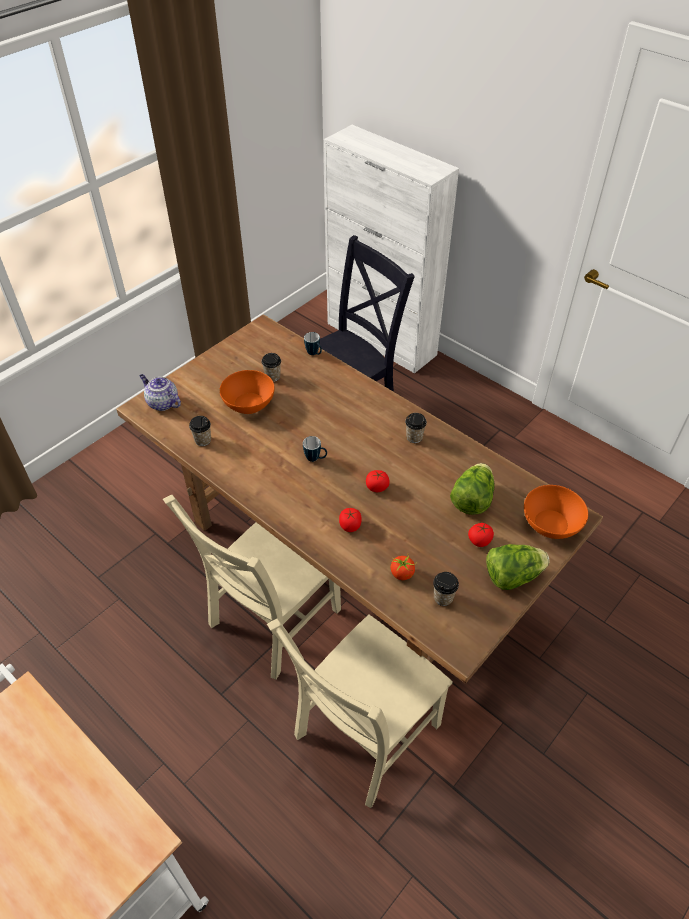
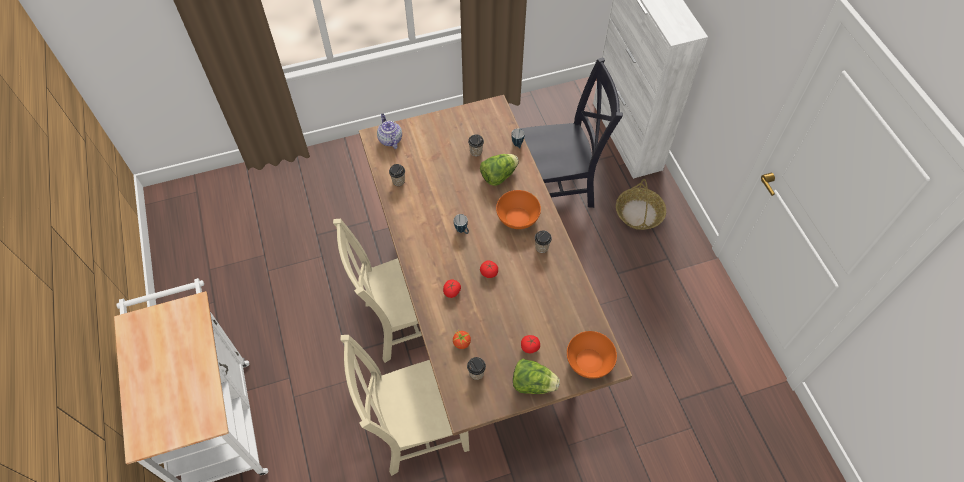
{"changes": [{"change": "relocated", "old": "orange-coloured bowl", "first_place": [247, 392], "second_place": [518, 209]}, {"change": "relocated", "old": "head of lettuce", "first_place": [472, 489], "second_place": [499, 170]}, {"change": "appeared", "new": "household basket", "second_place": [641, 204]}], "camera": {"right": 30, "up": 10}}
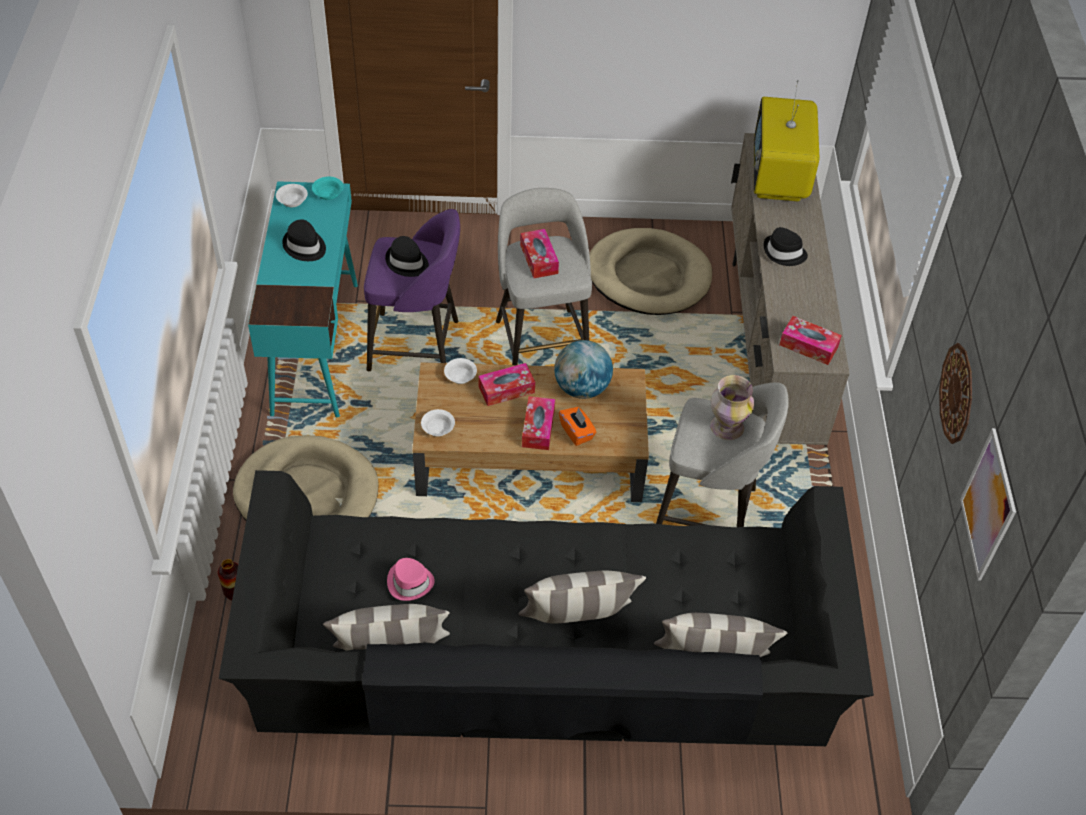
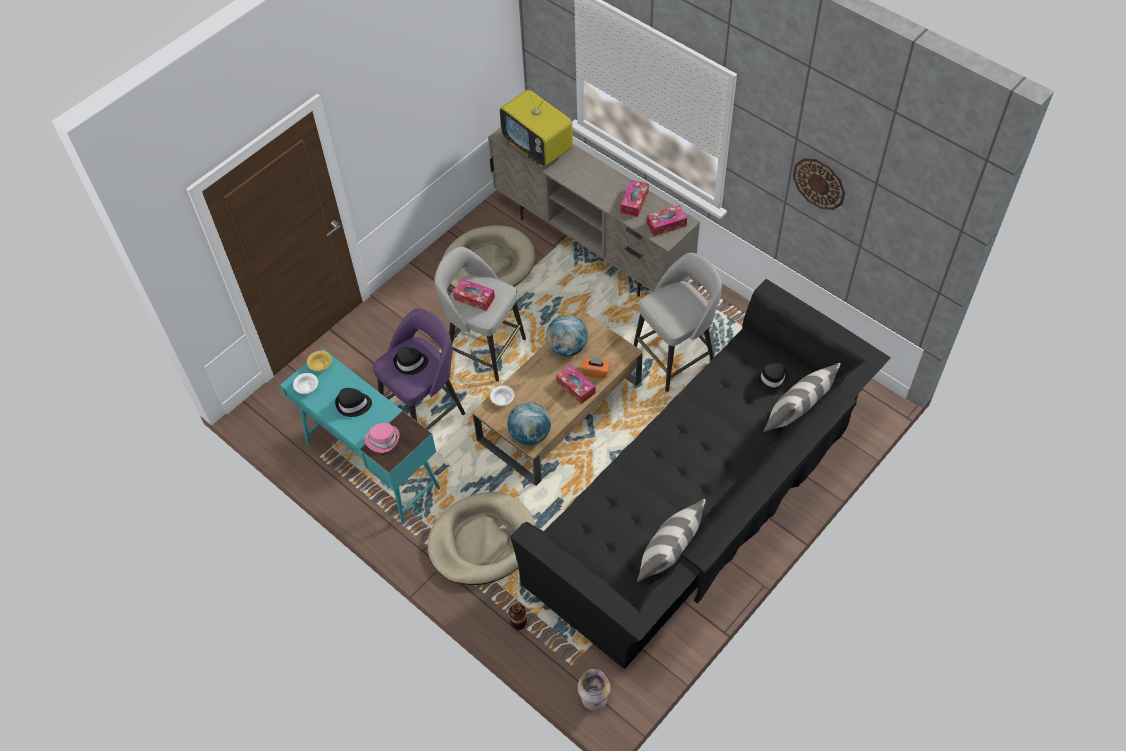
{"changes": [{"change": "colour", "old": "turquoise-coloured bowl", "new": "yellow-coloured bowl", "first_place": [328, 188], "second_place": [319, 361]}, {"change": "relocated", "old": "pink-coloured clothing hat", "first_place": [411, 579], "second_place": [382, 438]}, {"change": "exchanged", "old": "white bowl", "new": "world globe", "first_place": [438, 423], "second_place": [529, 423]}, {"change": "relocated", "old": "tissue holder", "first_place": [507, 384], "second_place": [635, 198]}, {"change": "missing", "old": "pillow", "first_place": [582, 597]}, {"change": "relocated", "old": "flower vase", "first_place": [732, 407], "second_place": [594, 689]}, {"change": "relocated", "old": "black-coloured clothing hat", "first_place": [786, 246], "second_place": [773, 376]}, {"change": "missing", "old": "picture", "first_place": [988, 504]}], "camera": {"right": -45, "up": 5}}
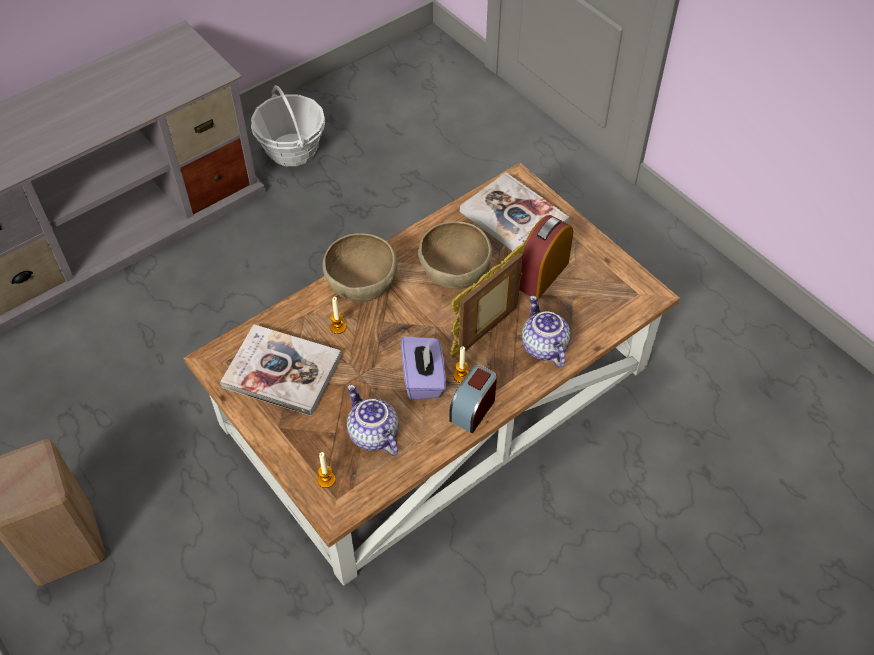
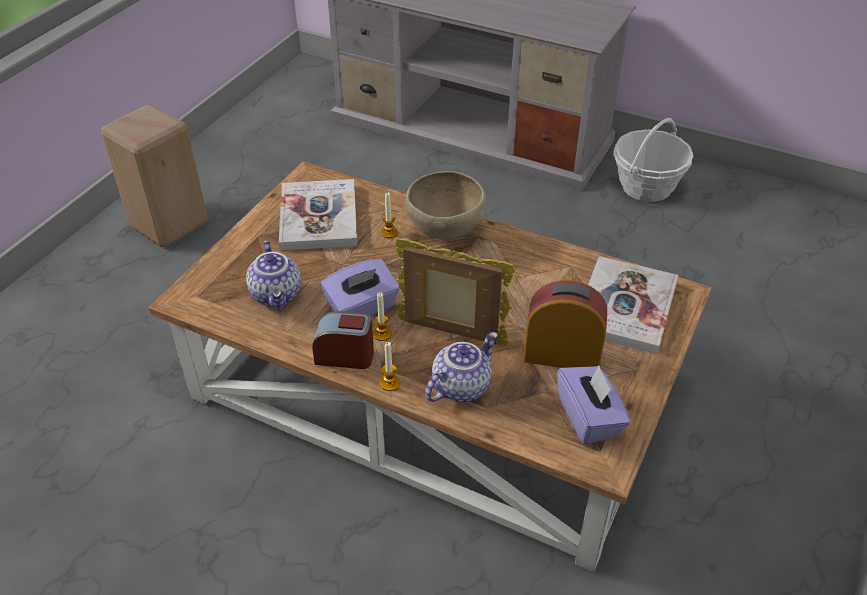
{"changes": [{"change": "relocated", "old": "wax light", "first_place": [326, 470], "second_place": [390, 366]}, {"change": "spun", "old": "tea pot", "first_place": [373, 420], "second_place": [273, 275], "degrees": 135}, {"change": "missing", "old": "brownish bowl", "first_place": [456, 255]}, {"change": "appeared", "new": "purple tissue holder", "second_place": [594, 405]}], "camera": {"right": 65, "up": -10}}
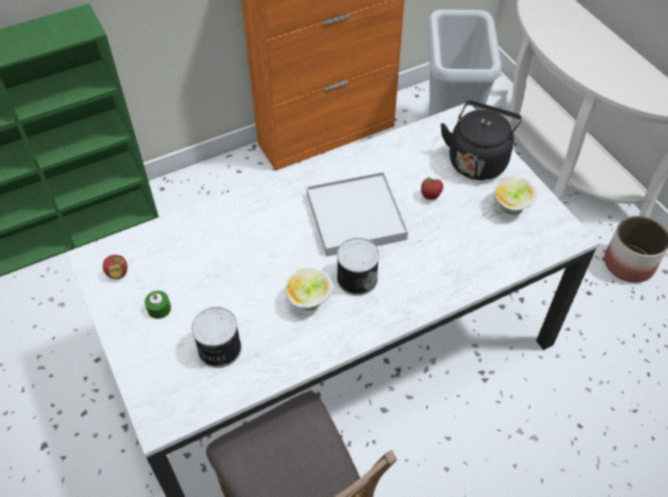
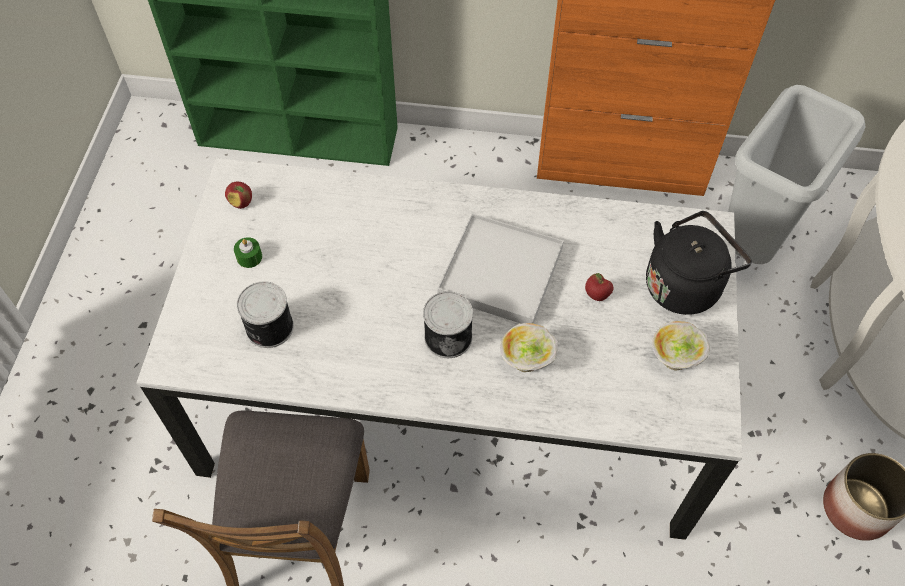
{"changes": [{"change": "relocated", "old": "bowl", "first_place": [309, 289], "second_place": [529, 347]}], "camera": {"right": 35, "up": 5}}
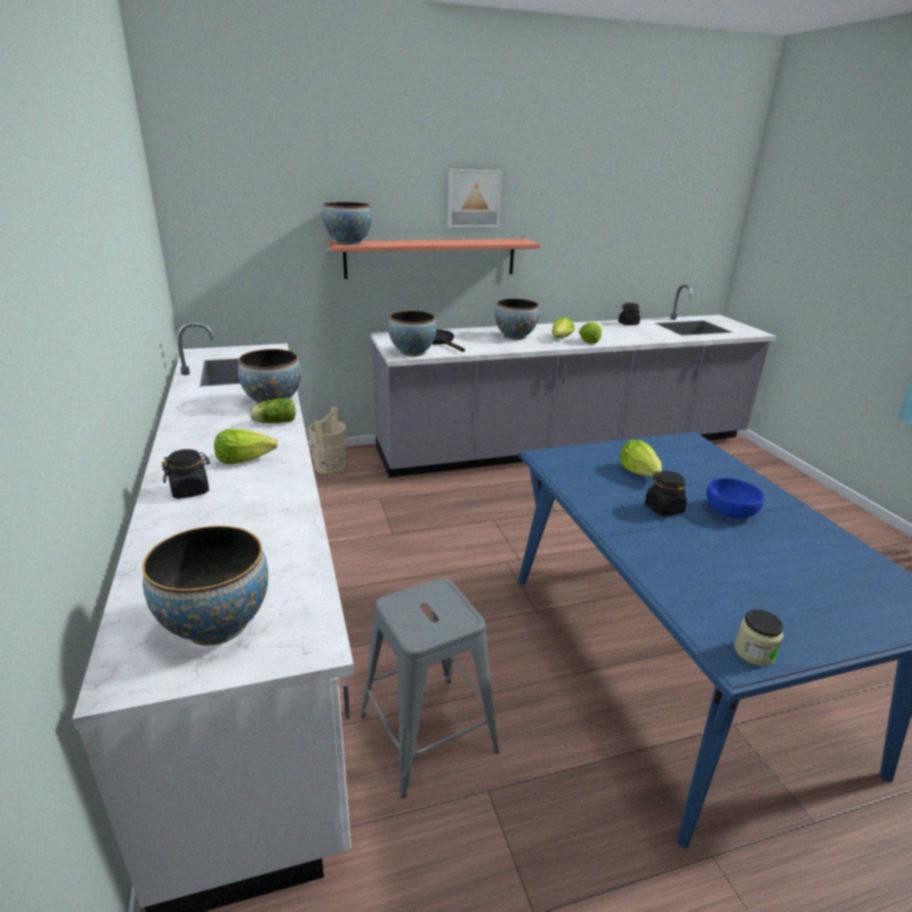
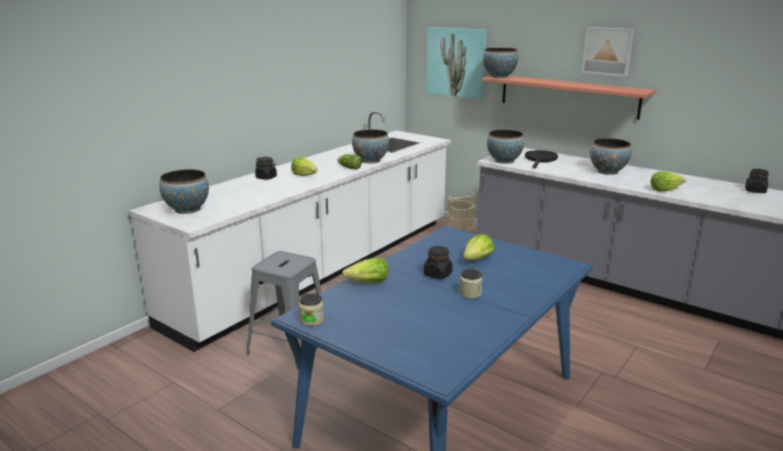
{"changes": [{"change": "relocated", "old": "head of lettuce", "first_place": [563, 327], "second_place": [365, 270]}, {"change": "exchanged", "old": "bluish bowl", "new": "storage jar", "first_place": [735, 498], "second_place": [471, 284]}, {"change": "appeared", "new": "picture", "second_place": [456, 63]}], "camera": {"right": 55, "up": -5}}
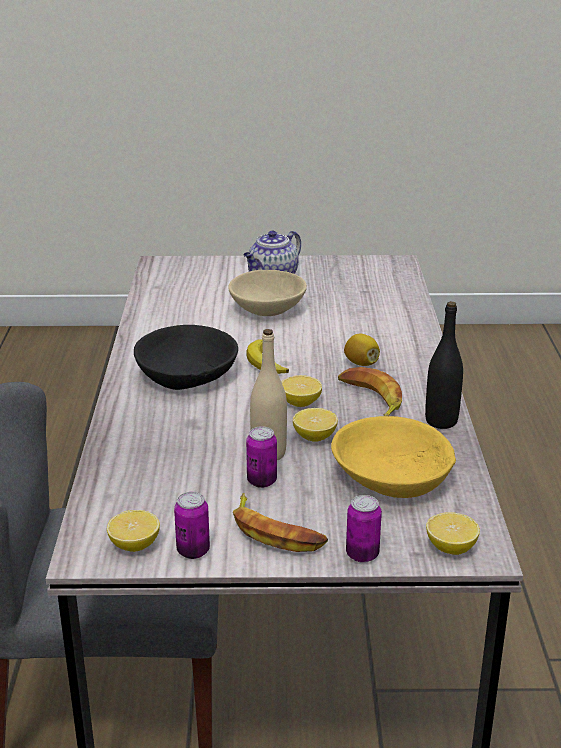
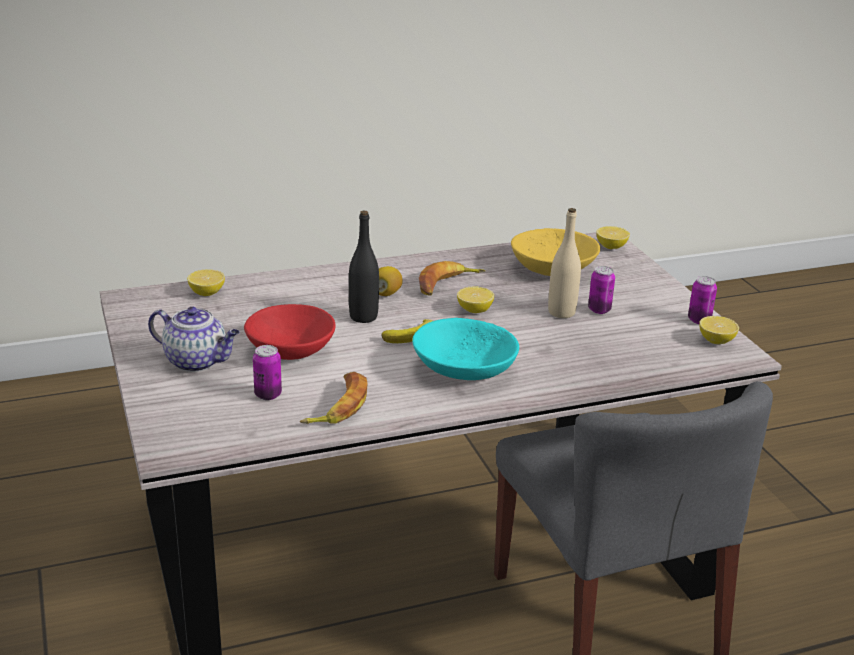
{"changes": [{"change": "colour", "old": "black-coloured bowl", "new": "turquoise-coloured bowl", "first_place": [186, 357], "second_place": [465, 349]}, {"change": "colour", "old": "sand-coloured bowl", "new": "reddish bowl", "first_place": [267, 293], "second_place": [289, 332]}, {"change": "relocated", "old": "banana", "first_place": [280, 522], "second_place": [333, 398]}, {"change": "relocated", "old": "whole lemon", "first_place": [315, 425], "second_place": [206, 283]}, {"change": "relocated", "old": "metal can", "first_place": [364, 529], "second_place": [267, 372]}, {"change": "relocated", "old": "black-coloured beverage bottle", "first_place": [444, 365], "second_place": [364, 267]}], "camera": {"right": -110, "up": 0}}
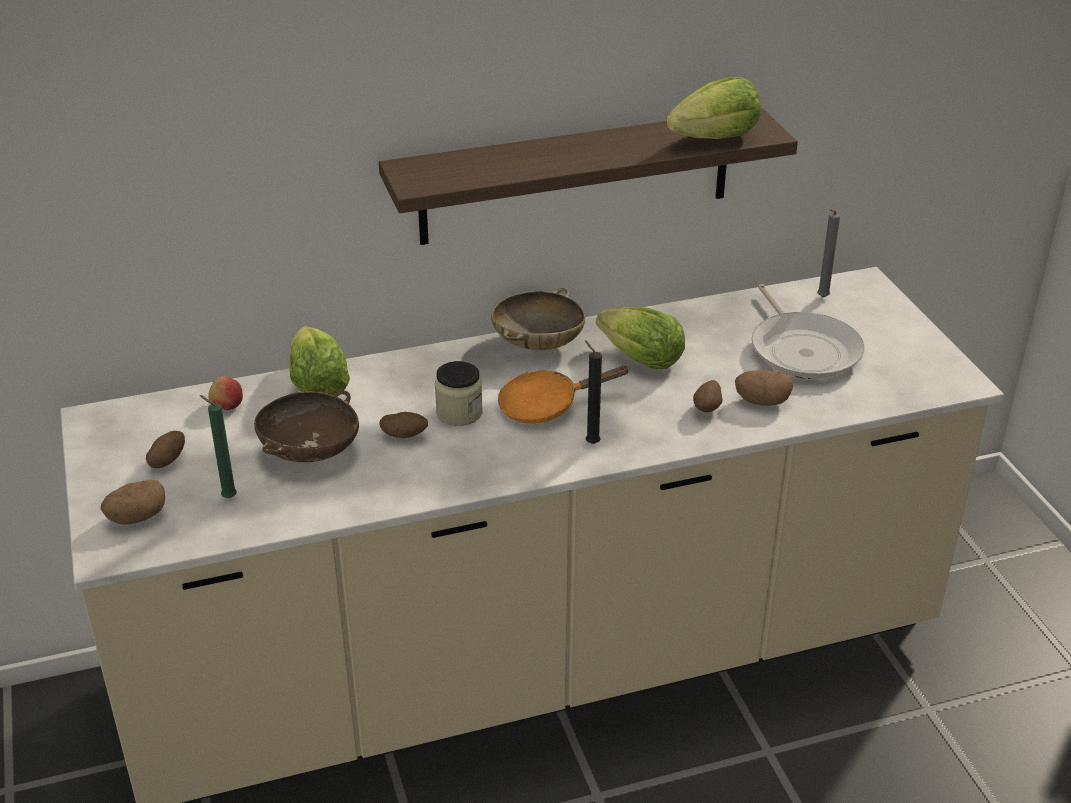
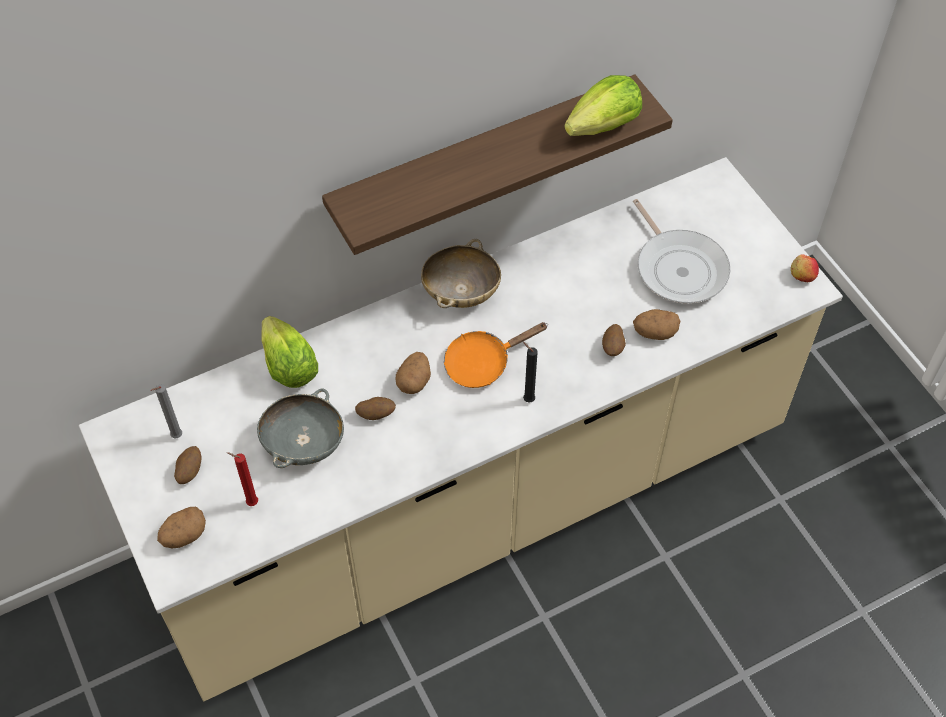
{"changes": [{"change": "colour", "old": "green-coloured wax light", "new": "reddish wax light", "first_place": [218, 446], "second_place": [242, 479]}, {"change": "relocated", "old": "apple", "first_place": [225, 393], "second_place": [805, 268]}, {"change": "colour", "old": "brownish bowl", "new": "greyish bowl", "first_place": [306, 426], "second_place": [300, 428]}, {"change": "exchanged", "old": "storage jar", "new": "potato", "first_place": [459, 393], "second_place": [413, 373]}, {"change": "missing", "old": "head of lettuce", "first_place": [640, 338]}, {"change": "relocated", "old": "greyish wax light", "first_place": [828, 253], "second_place": [166, 411]}], "camera": {"right": -10, "up": 20}}
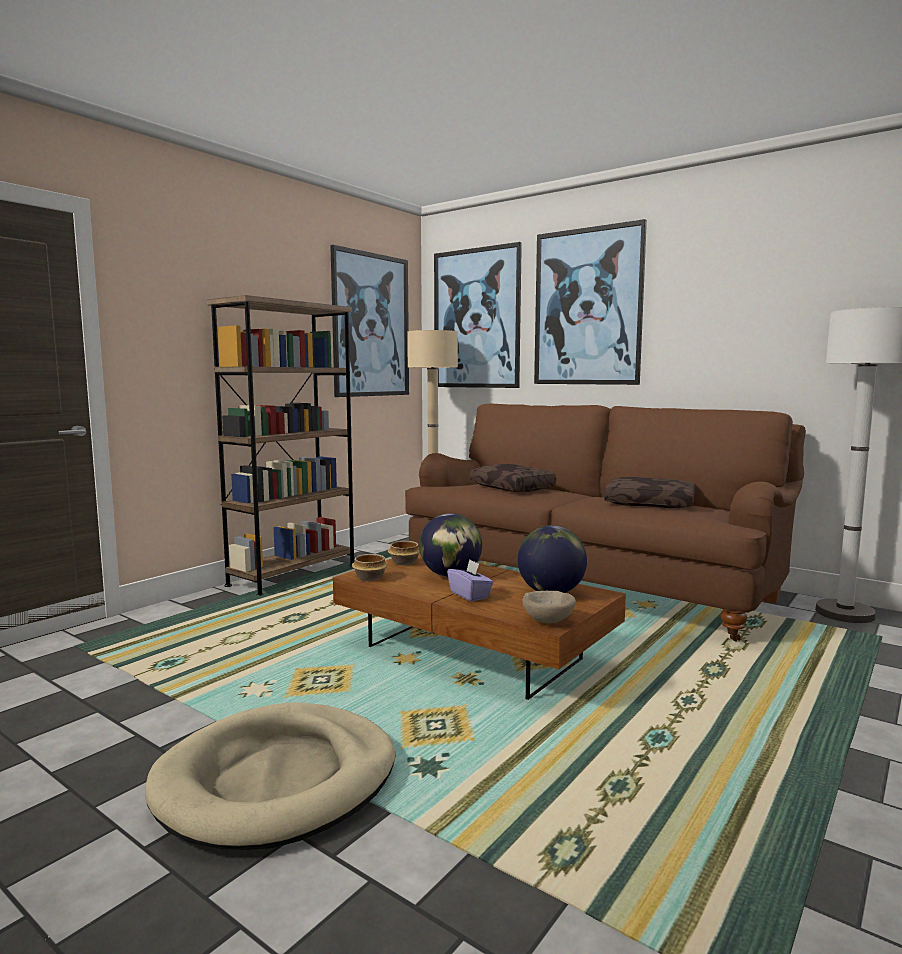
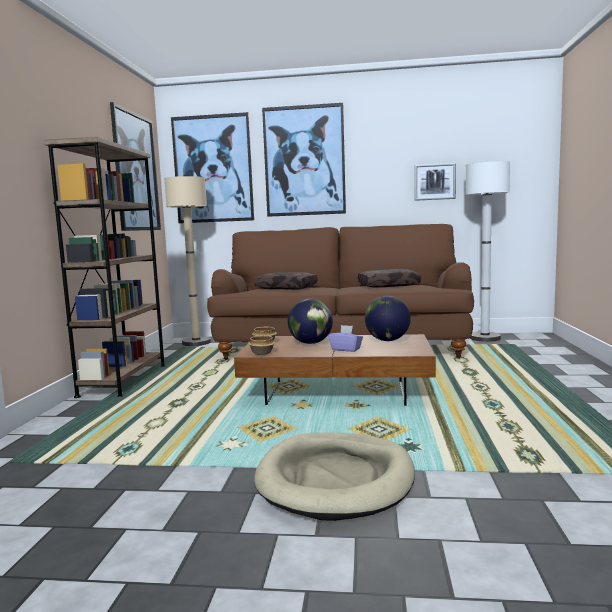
{"changes": [{"change": "missing", "old": "sand-coloured bowl", "first_place": [549, 607]}, {"change": "appeared", "new": "picture", "second_place": [435, 182]}], "camera": {"right": -30, "up": 0}}
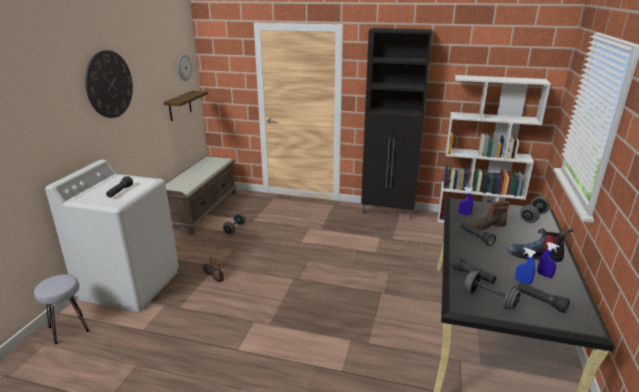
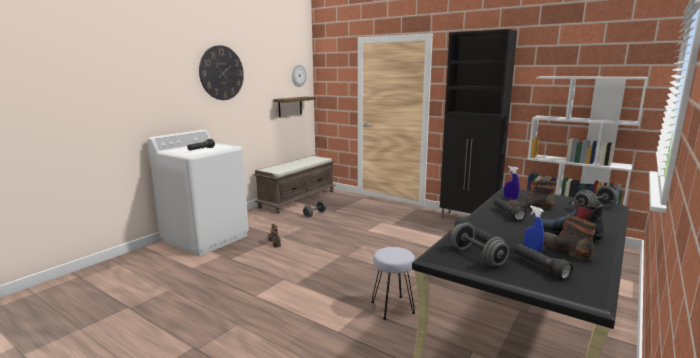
{"changes": [{"change": "relocated", "old": "greyish stool", "first_place": [61, 309], "second_place": [393, 283]}, {"change": "exchanged", "old": "bluish sprayer", "new": "high-top boot", "first_place": [548, 260], "second_place": [570, 238]}], "camera": {"right": 20, "up": -10}}
